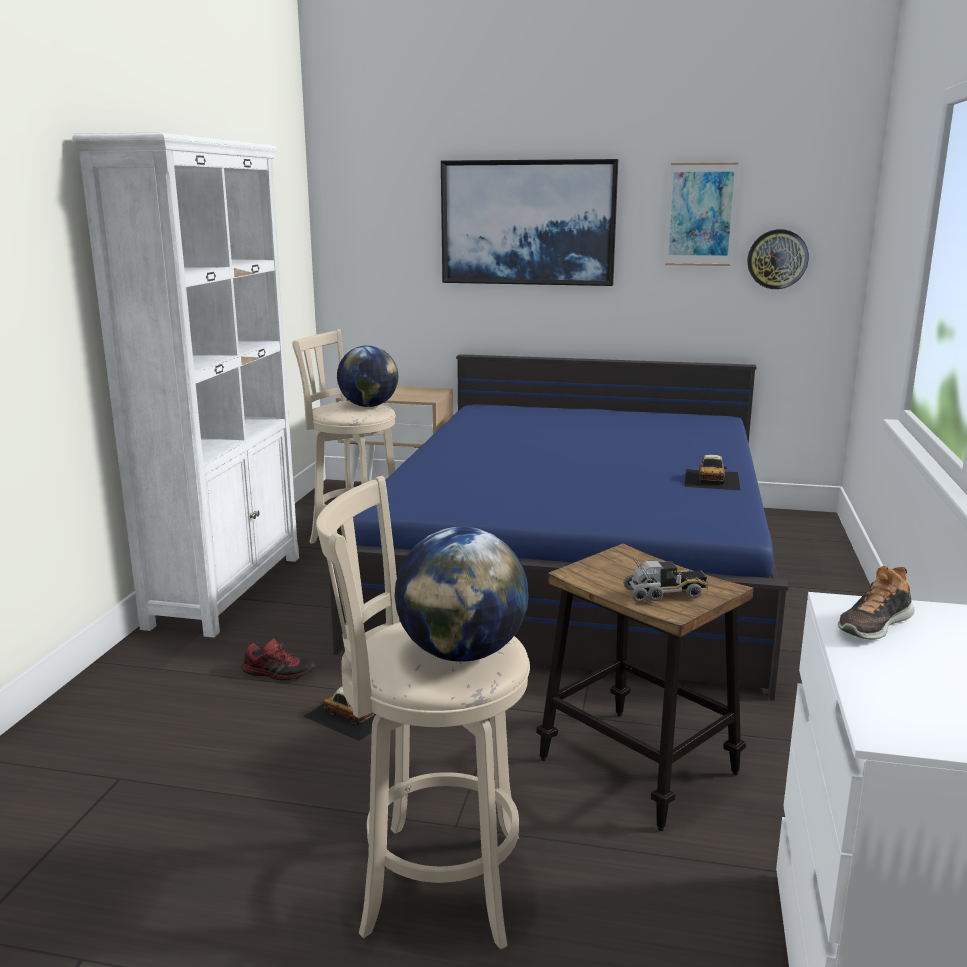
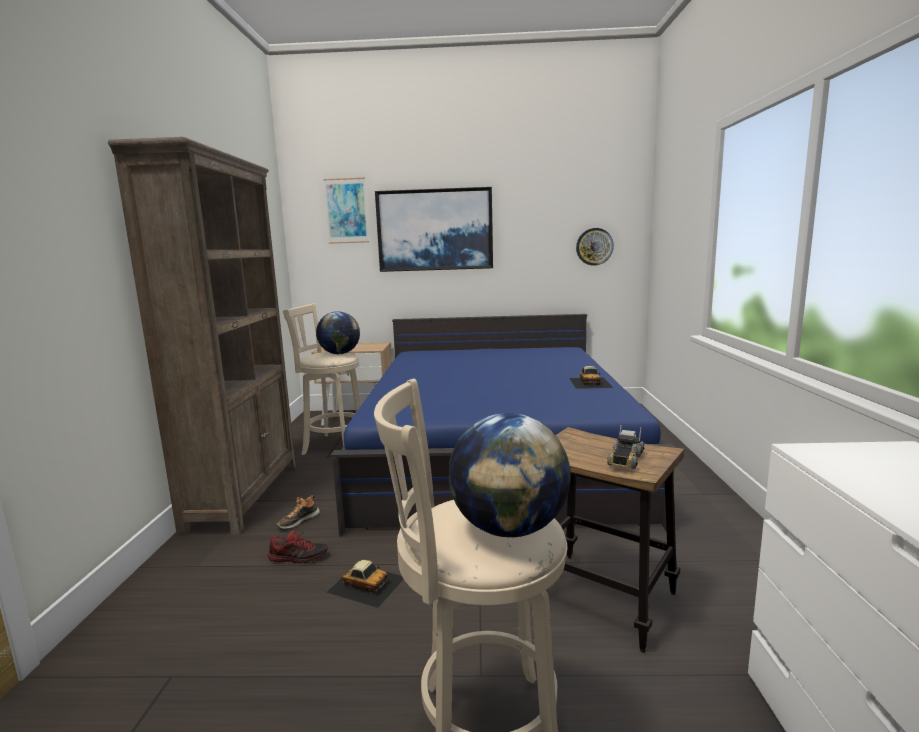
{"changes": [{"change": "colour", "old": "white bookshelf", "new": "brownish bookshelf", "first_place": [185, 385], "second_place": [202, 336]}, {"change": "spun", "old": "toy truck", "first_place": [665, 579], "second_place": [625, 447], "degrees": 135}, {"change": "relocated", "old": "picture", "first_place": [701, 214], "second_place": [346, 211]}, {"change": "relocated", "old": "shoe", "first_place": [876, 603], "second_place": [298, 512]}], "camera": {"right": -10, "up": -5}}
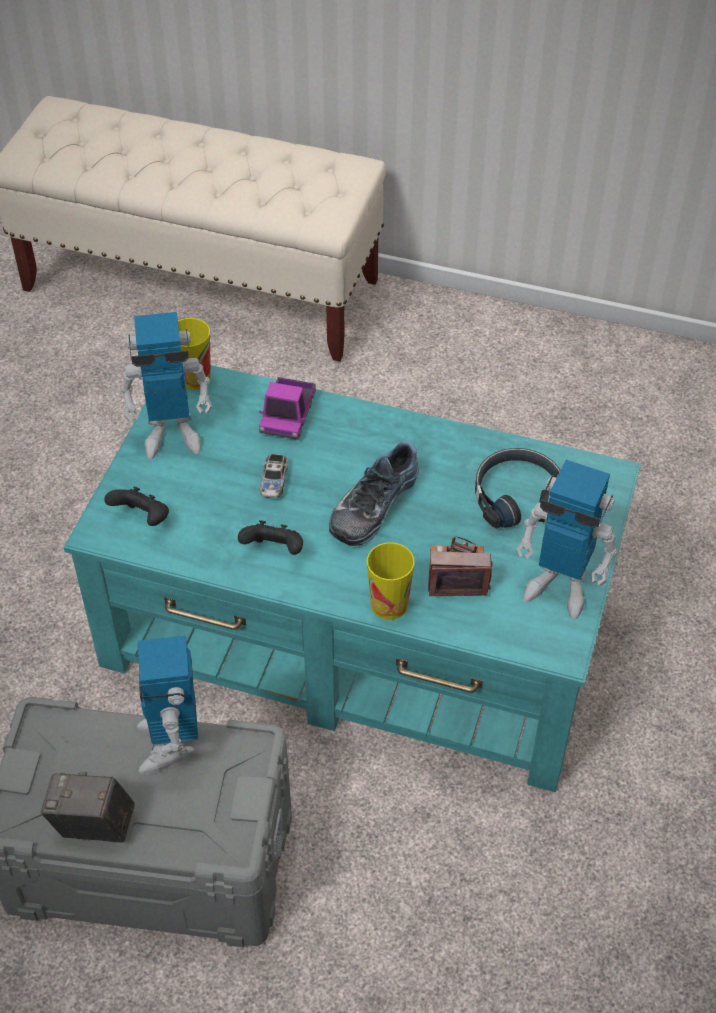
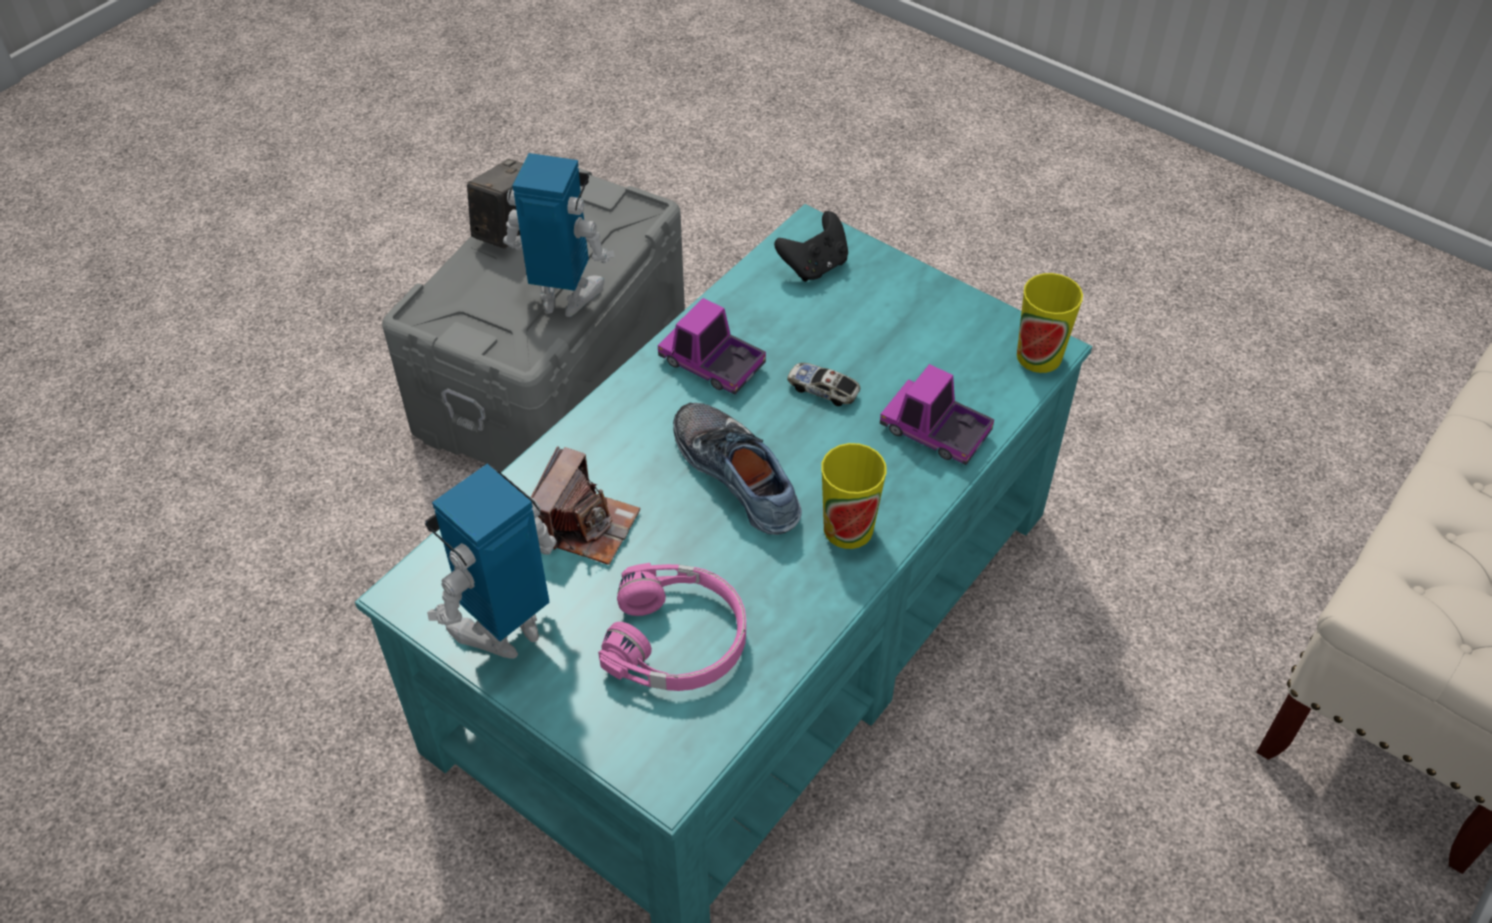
{"changes": [{"change": "missing", "old": "robot figure", "first_place": [166, 385]}, {"change": "exchanged", "old": "black-coloured gamepad", "new": "toy truck", "first_place": [270, 537], "second_place": [712, 346]}, {"change": "relocated", "old": "cup", "first_place": [390, 581], "second_place": [853, 496]}, {"change": "colour", "old": "black-coloured headset", "new": "pink-coloured headset", "first_place": [517, 488], "second_place": [672, 627]}], "camera": {"right": 110, "up": 0}}
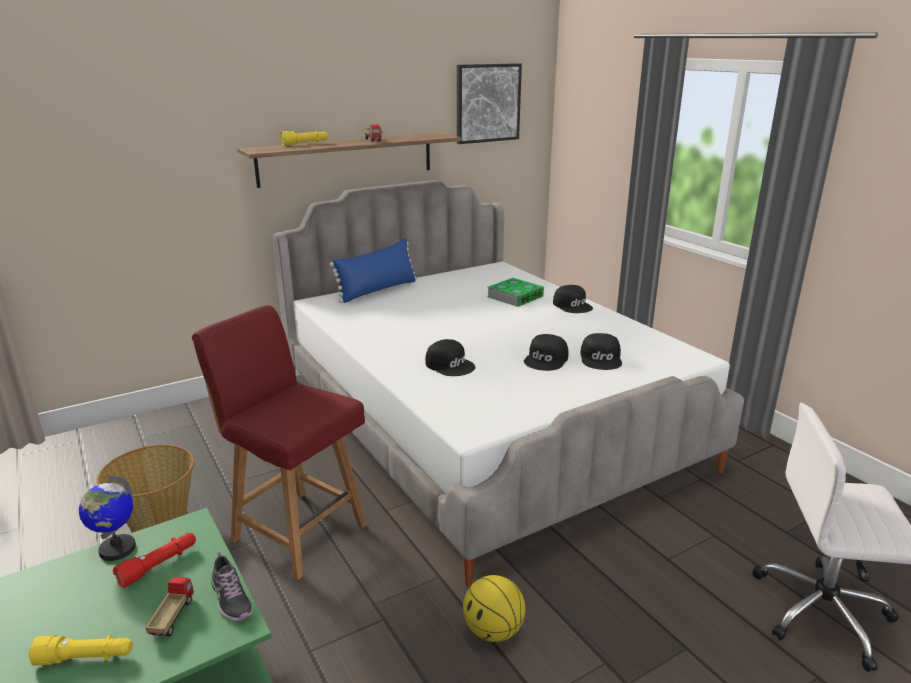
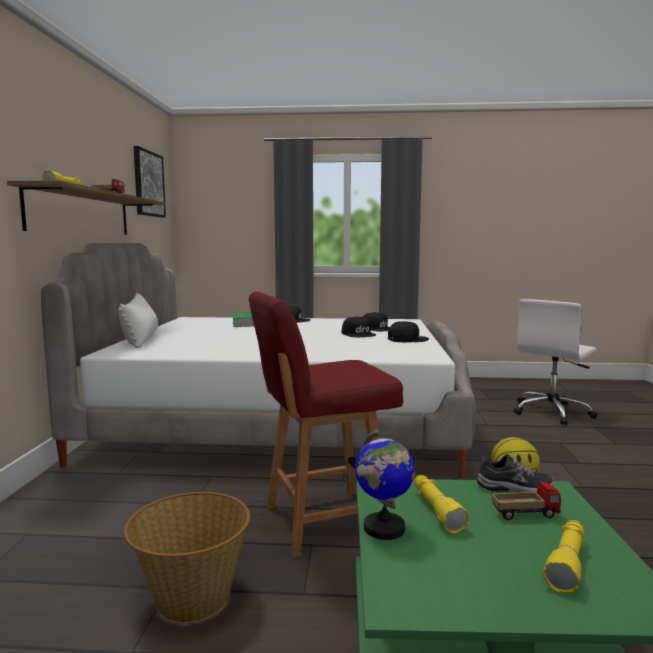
{"changes": [{"change": "colour", "old": "reddish torch", "new": "yellow-coloured torch", "first_place": [154, 560], "second_place": [441, 504]}, {"change": "spun", "old": "toy truck", "first_place": [170, 607], "second_place": [526, 501], "degrees": 135}, {"change": "colour", "old": "bluish pillow", "new": "white pillow", "first_place": [373, 271], "second_place": [138, 320]}, {"change": "relocated", "old": "black-coloured baseball cap", "first_place": [450, 357], "second_place": [408, 331]}], "camera": {"right": -55, "up": -15}}
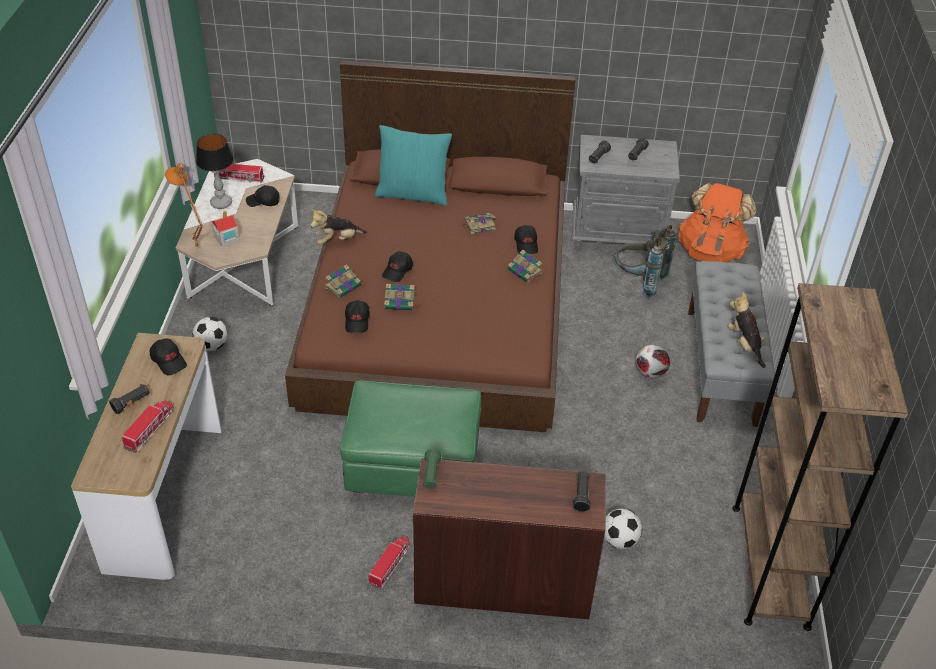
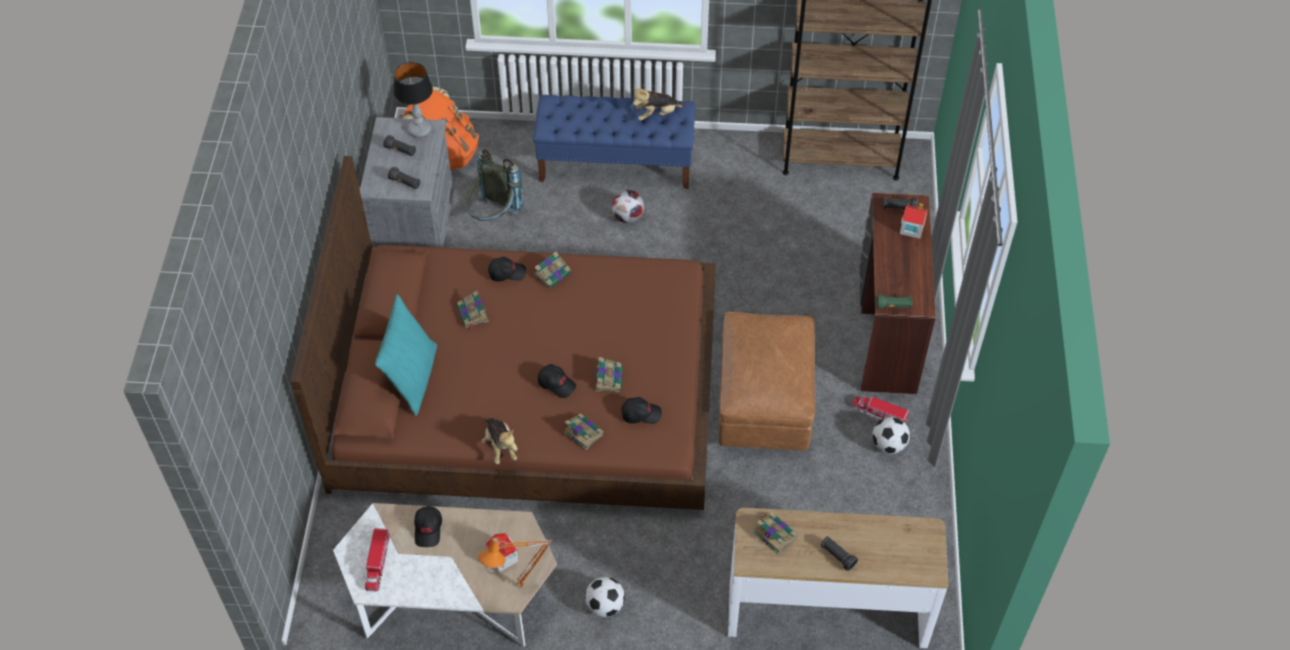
{"changes": [{"change": "missing", "old": "toy truck", "first_place": [148, 427]}, {"change": "exchanged", "old": "black-coloured baseball cap", "new": "book", "first_place": [168, 356], "second_place": [775, 533]}, {"change": "relocated", "old": "tabletop lamp", "first_place": [214, 171], "second_place": [413, 99]}, {"change": "colour", "old": "green-coloured ottoman", "new": "brownish ottoman", "first_place": [410, 439], "second_place": [767, 381]}, {"change": "relocated", "old": "football ball", "first_place": [623, 529], "second_place": [891, 435]}, {"change": "colour", "old": "greyish indoor bench", "new": "bluish indoor bench", "first_place": [731, 344], "second_place": [614, 142]}, {"change": "appeared", "new": "toy house", "second_place": [914, 221]}], "camera": {"right": -90, "up": 10}}
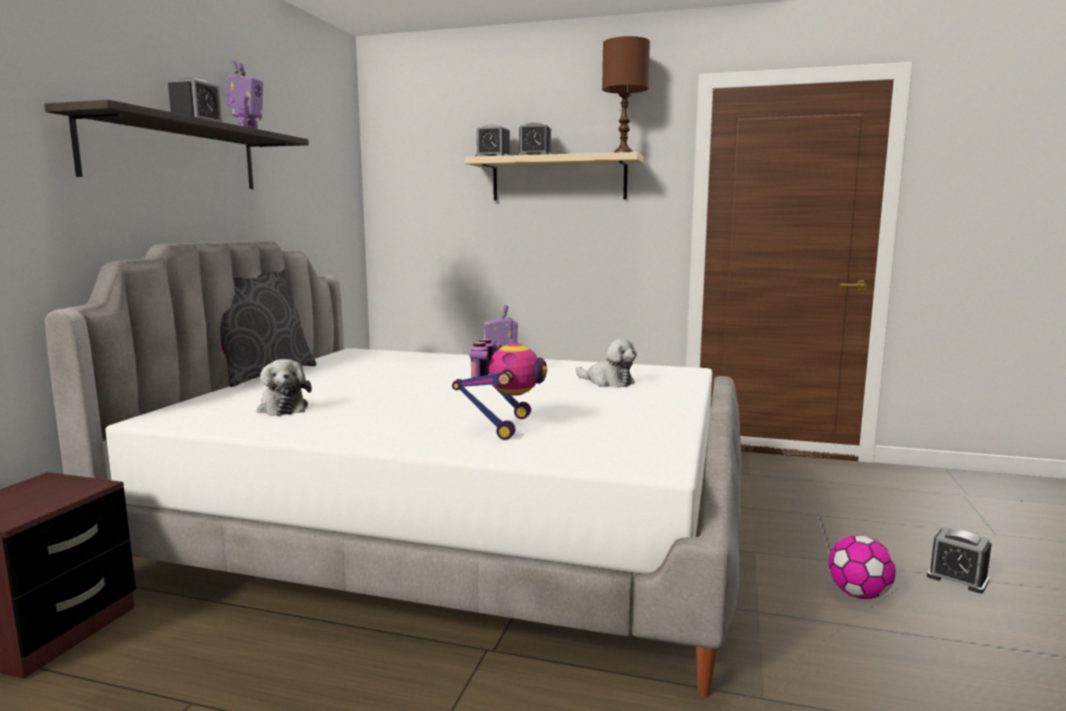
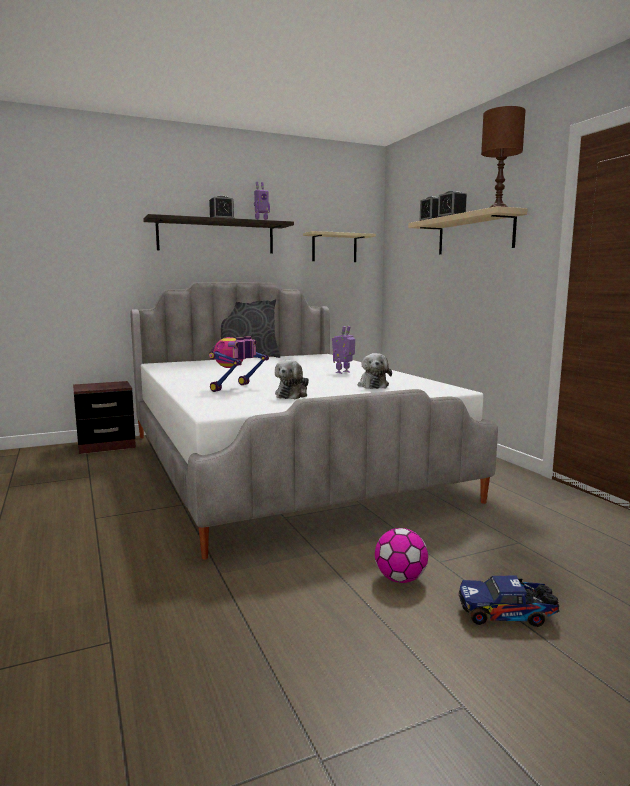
{"changes": [{"change": "relocated", "old": "cuddly toy", "first_place": [284, 387], "second_place": [292, 379]}, {"change": "spun", "old": "robot figure", "first_place": [499, 389], "second_place": [239, 364], "degrees": 150}, {"change": "exchanged", "old": "bedside clock", "new": "toy truck", "first_place": [959, 560], "second_place": [509, 601]}, {"change": "appeared", "new": "sand-coloured bracket shelf", "second_place": [339, 246]}], "camera": {"right": 50, "up": 0}}
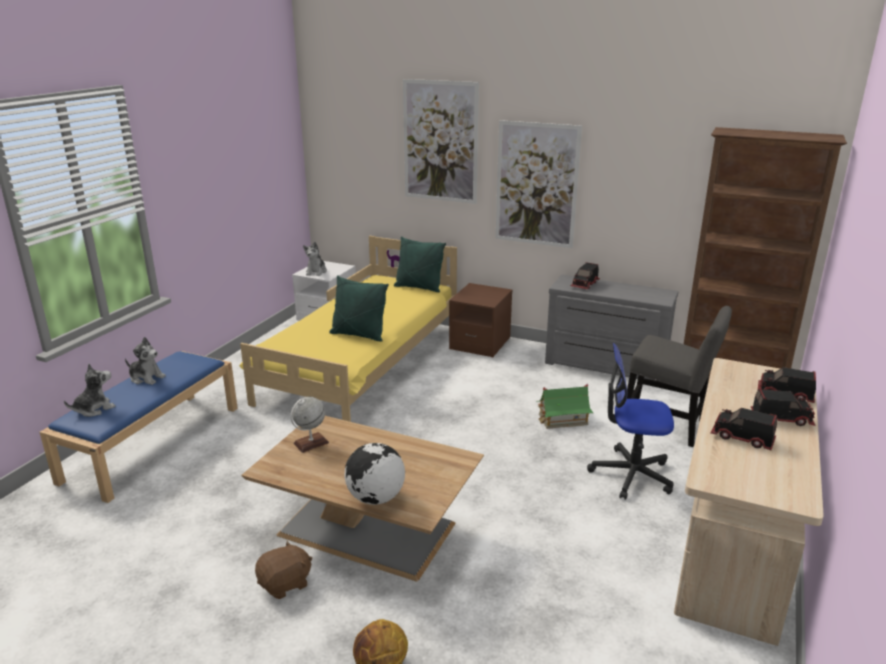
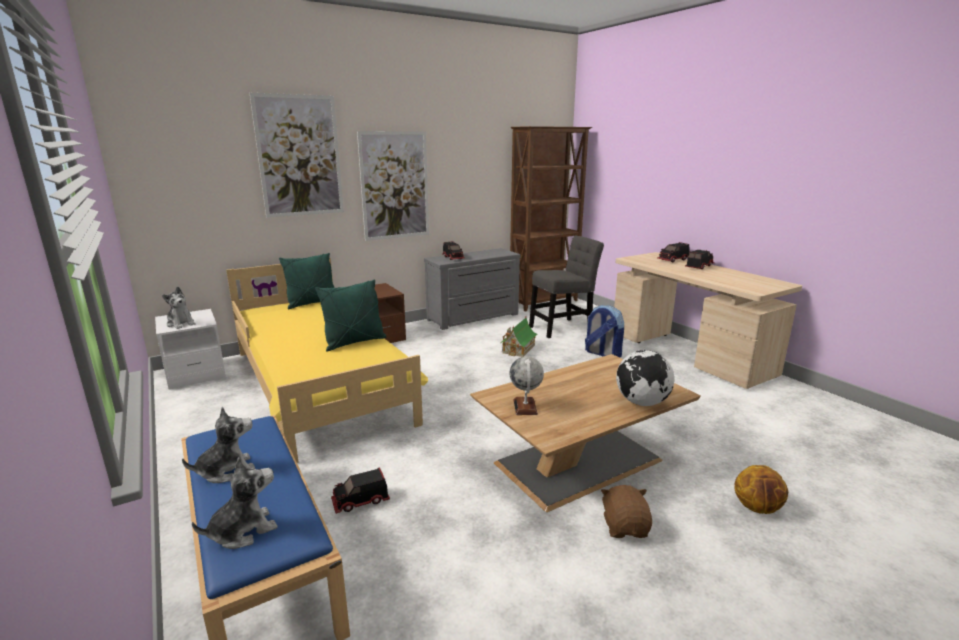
{"changes": [{"change": "spun", "old": "cuddly toy", "first_place": [90, 390], "second_place": [235, 503], "degrees": 60}, {"change": "exchanged", "old": "office chair", "new": "knapsack", "first_place": [630, 421], "second_place": [604, 331]}, {"change": "relocated", "old": "toy truck", "first_place": [744, 429], "second_place": [360, 490]}], "camera": {"right": -55, "up": -5}}
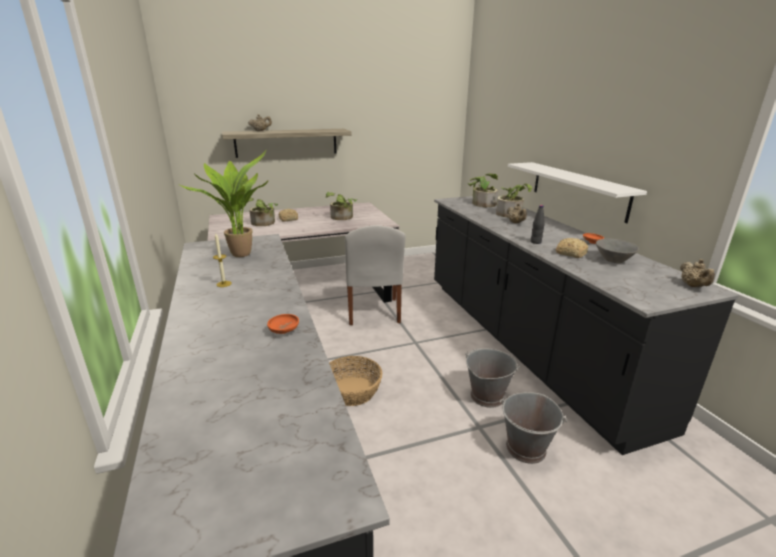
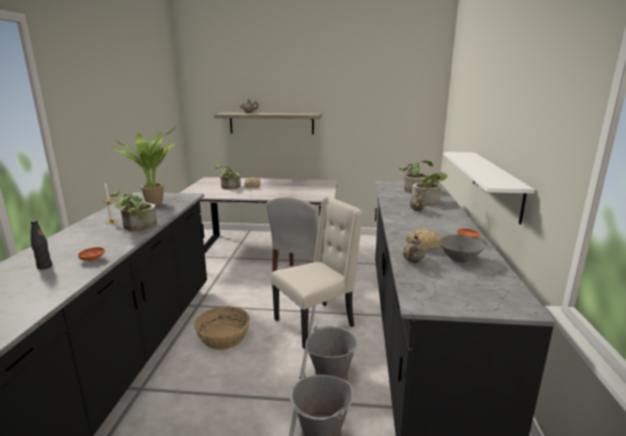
{"changes": [{"change": "relocated", "old": "houseplant", "first_place": [341, 206], "second_place": [133, 210]}, {"change": "relocated", "old": "black-coloured beverage bottle", "first_place": [538, 224], "second_place": [41, 244]}, {"change": "relocated", "old": "sand-coloured tea pot", "first_place": [697, 273], "second_place": [414, 249]}, {"change": "appeared", "new": "sand-coloured plain chair", "second_place": [317, 273]}], "camera": {"right": 25, "up": -5}}
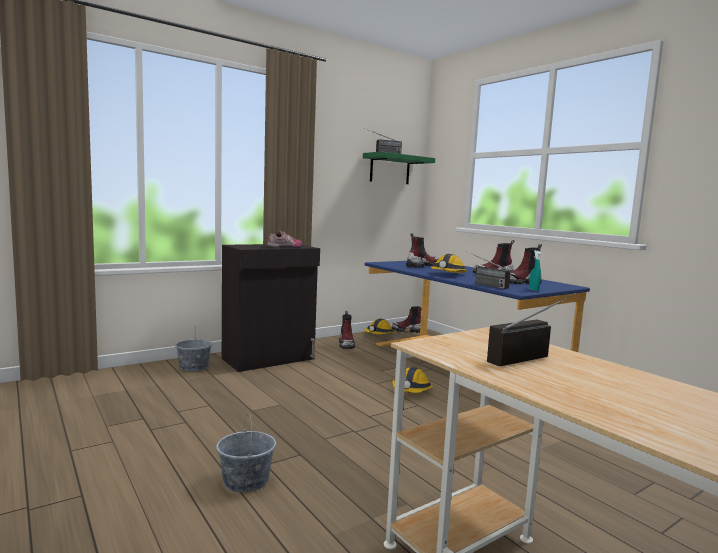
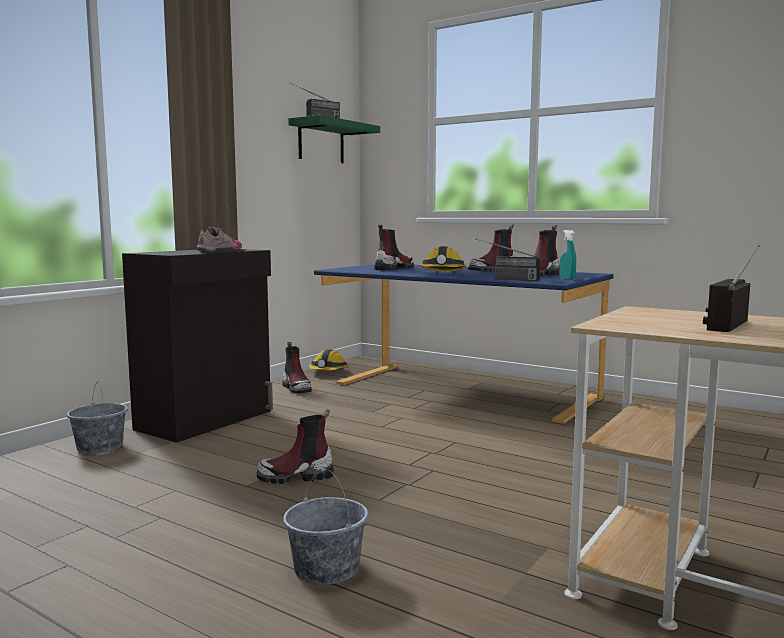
{"changes": [{"change": "relocated", "old": "high-top boot", "first_place": [407, 319], "second_place": [295, 446]}, {"change": "missing", "old": "work helmet", "first_place": [412, 380]}], "camera": {"right": -20, "up": 0}}
